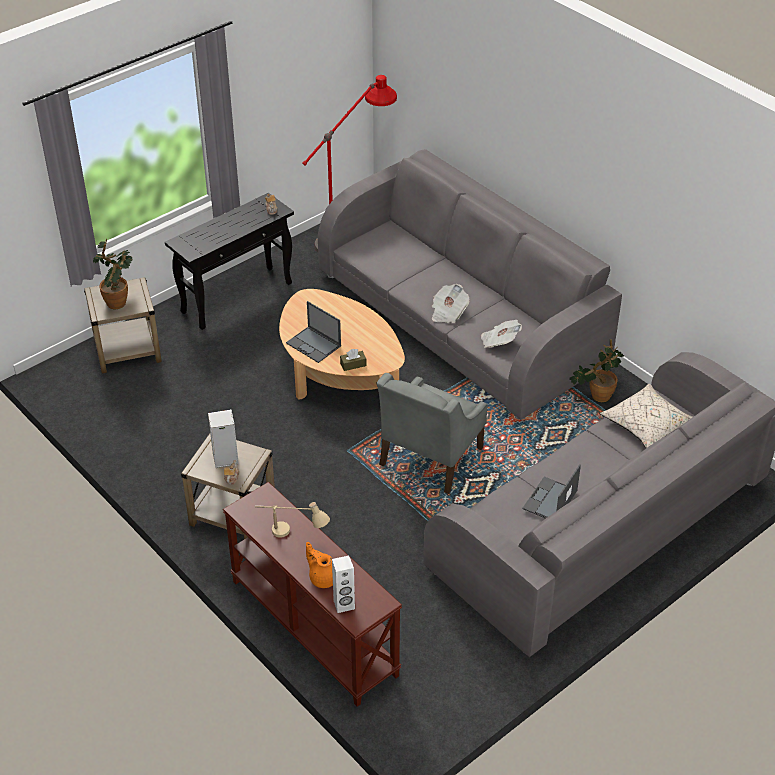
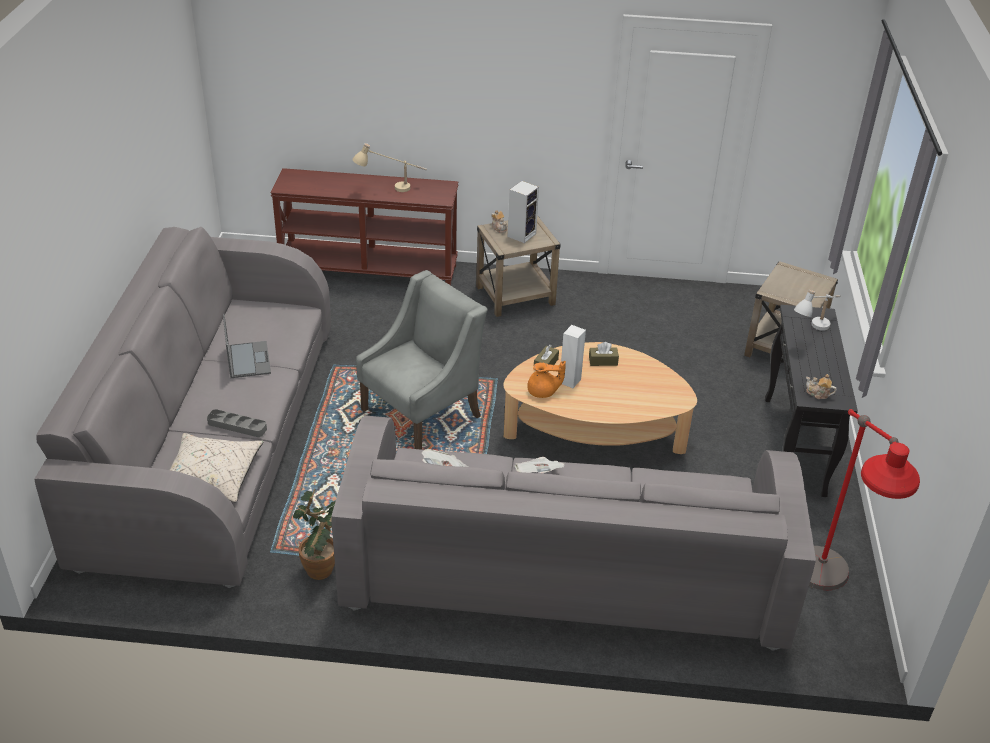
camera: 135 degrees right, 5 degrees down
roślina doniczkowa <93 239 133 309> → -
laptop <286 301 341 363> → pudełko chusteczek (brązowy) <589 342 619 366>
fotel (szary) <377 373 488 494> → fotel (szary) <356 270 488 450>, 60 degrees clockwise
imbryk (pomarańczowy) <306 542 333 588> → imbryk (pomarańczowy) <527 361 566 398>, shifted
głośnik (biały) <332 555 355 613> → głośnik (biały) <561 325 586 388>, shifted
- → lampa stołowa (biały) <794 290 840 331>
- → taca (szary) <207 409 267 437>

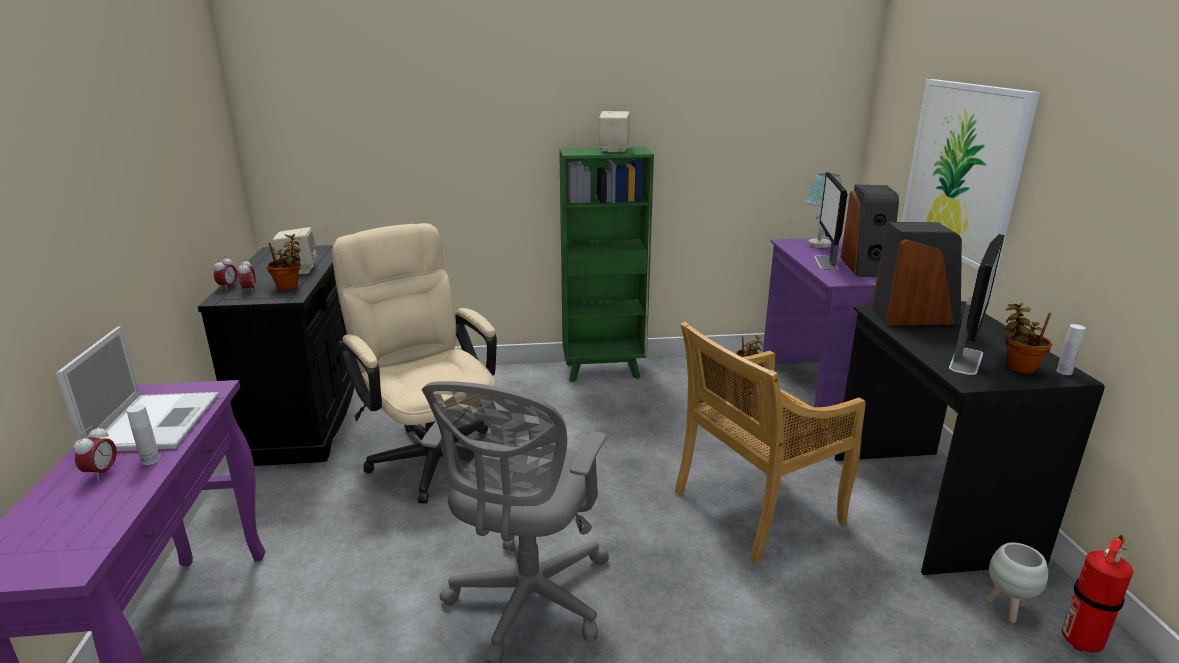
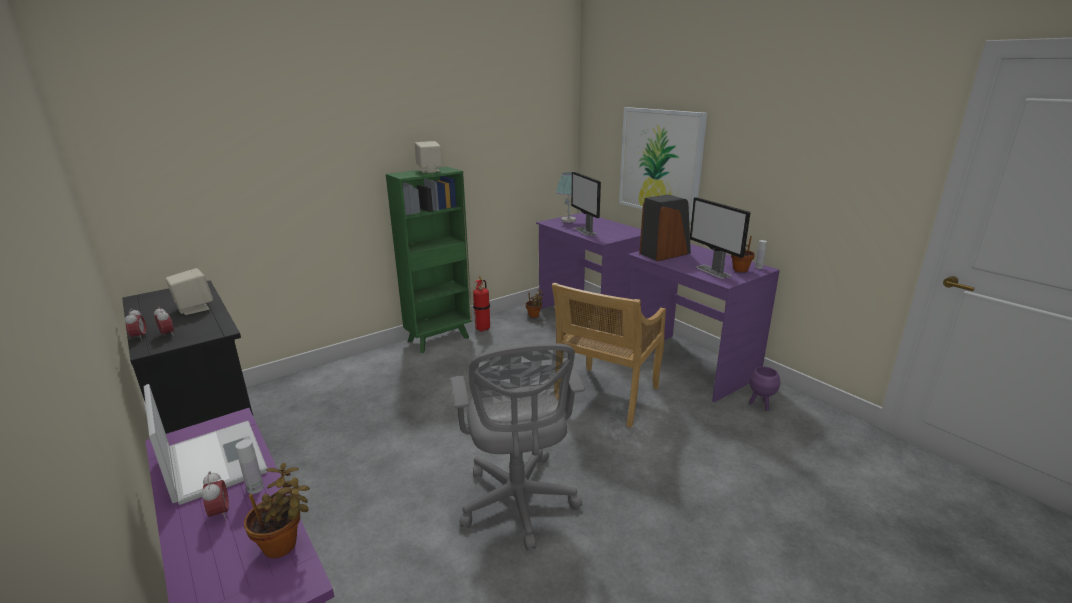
camera: 30 degrees left, 0 degrees up
głośnik <841 185 899 277> → -
krzesło biurowe (beżowy) <332 223 497 504> → -
roślina doniczkowa <267 234 301 291> → roślina doniczkowa <244 463 310 558>, shifted
monitor <949 234 1005 375> → monitor <690 197 750 278>, 150 degrees clockwise
biurko (czarny) <835 301 1105 575> → biurko (fioletowy) <628 244 779 402>
gaśnica <1062 534 1133 653> → gaśnica <473 276 490 332>, shifted
donica (biały) <986 542 1048 623> → donica (fioletowy) <749 366 780 411>

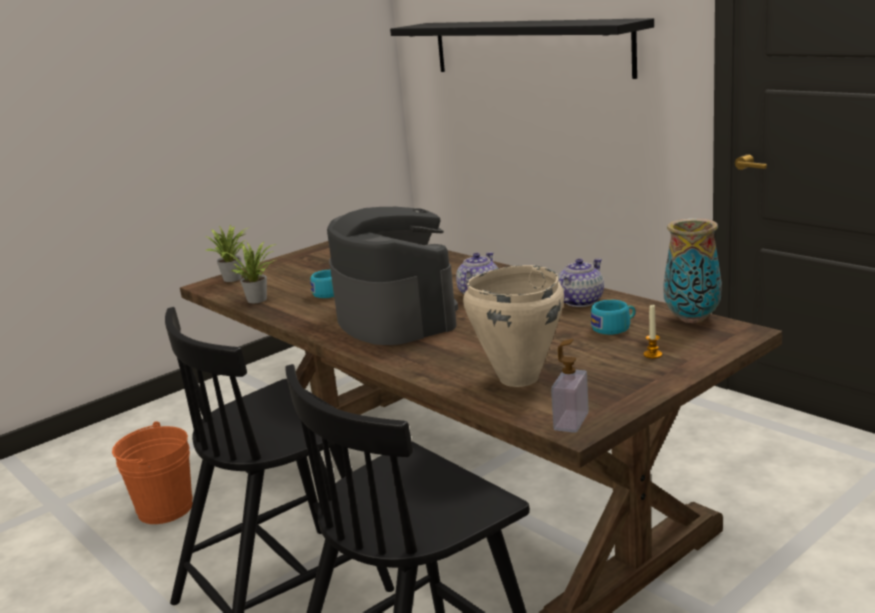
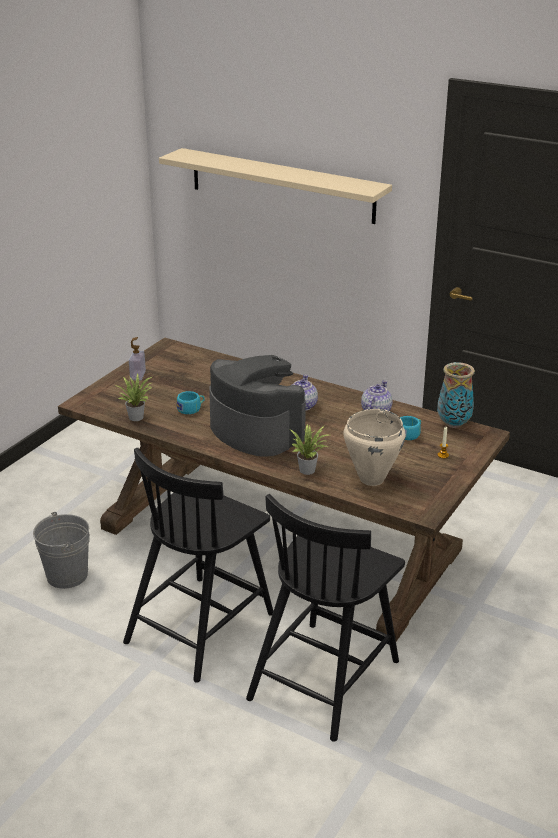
camera: 20 degrees left, 10 degrees up
półka (czarny) <390 18 654 79> → półka (beżowy) <159 148 392 224>
roślina doniczkowa <205 224 248 282> → roślina doniczkowa <289 424 329 475>, shifted
dozownik mydła <551 339 589 433> → dozownik mydła <129 337 146 381>, shifted
wiadro (pomarańczowy) <112 421 193 524> → wiadro (szary) <33 512 90 589>

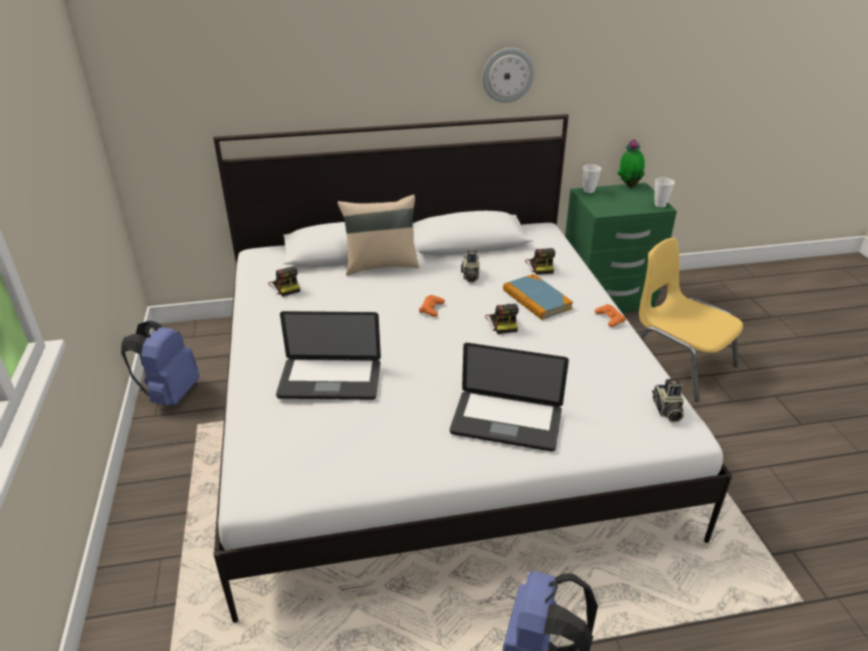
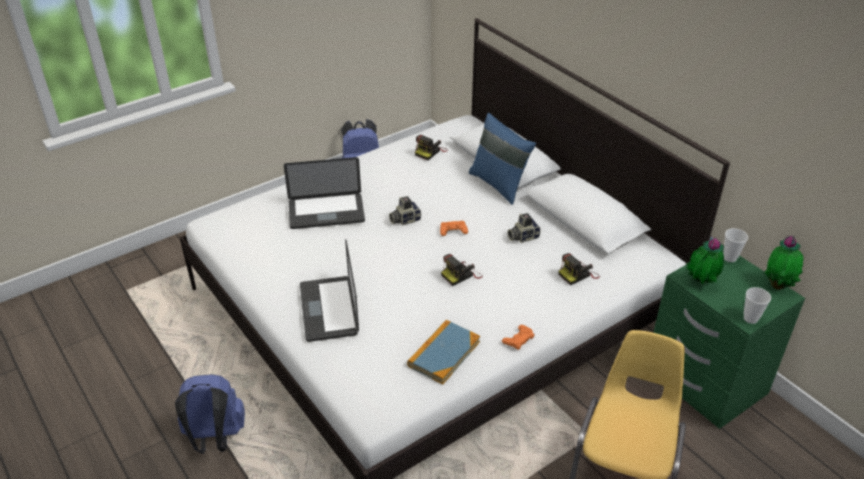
camera: 65 degrees right, 5 degrees up
zegar ścienny <482 48 535 103> → -
poduszka (beżowy) <338 195 419 276> → poduszka (niebieski) <469 113 536 205>
książka <503 274 573 320> → książka <407 320 480 384>, shifted
laptop <276 311 381 400> → laptop <284 157 365 229>, 75 degrees counterclockwise
aparat fotograficzny <652 379 684 423> → aparat fotograficzny <389 196 421 226>, shifted
- → roślina doniczkowa <686 236 724 285>

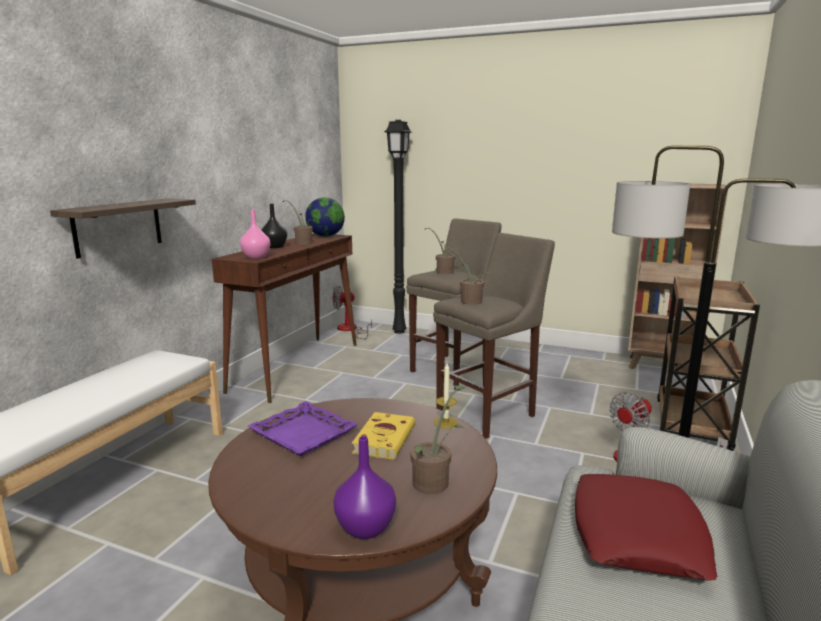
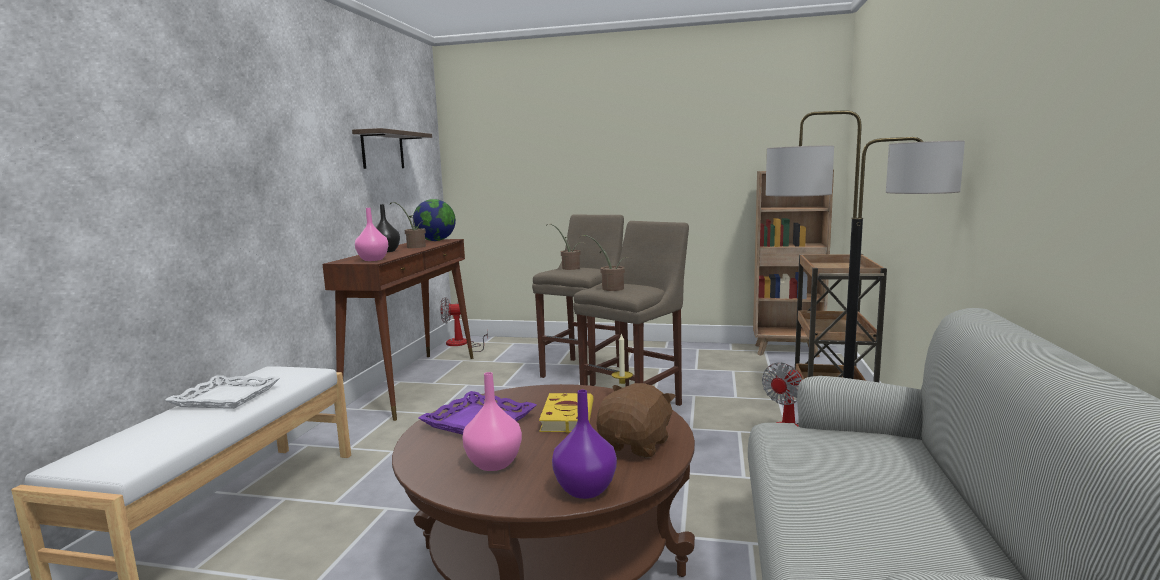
camera: 10 degrees left, 5 degrees down
lampa stojąca (czarny) <384 120 412 334> → -
półka <50 198 196 259> → półka <352 128 432 169>, shifted
roślina doniczkowa <411 385 465 494> → pluszak (brązowy) <596 383 676 458>
poduszka (czerwony) <575 474 718 581> → -
- → wazon (różowy) <462 372 522 471>
- → taca (biały) <165 375 281 409>

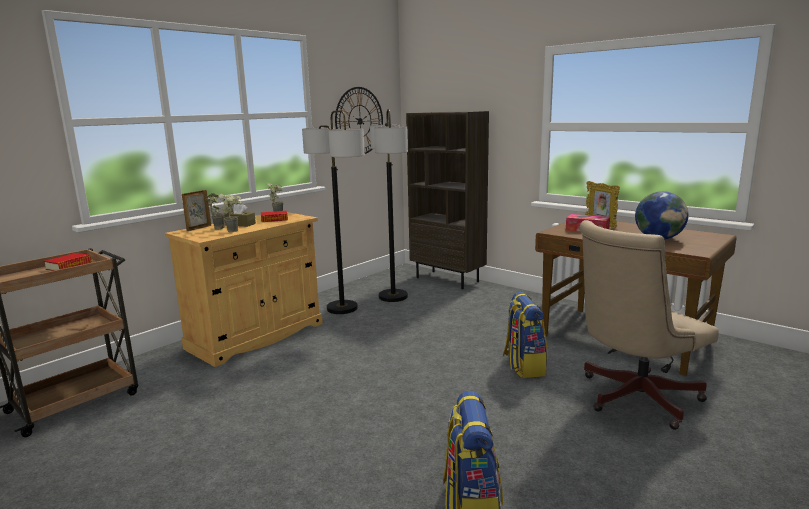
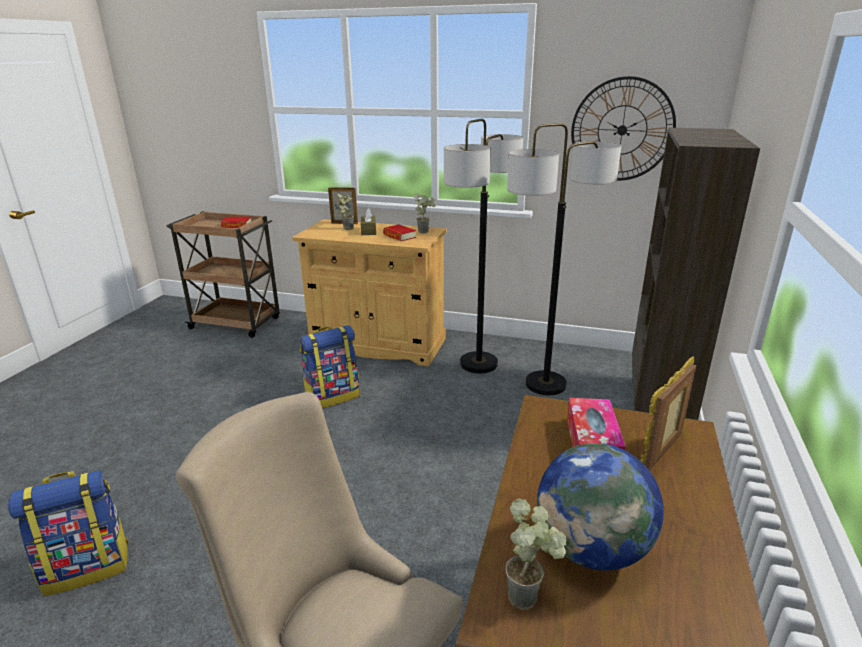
camera: 65 degrees right, 10 degrees up
roślina doniczkowa <218 194 242 232> → roślina doniczkowa <505 498 567 610>, shifted
plecak <503 292 548 378> → plecak <300 325 360 408>, shifted

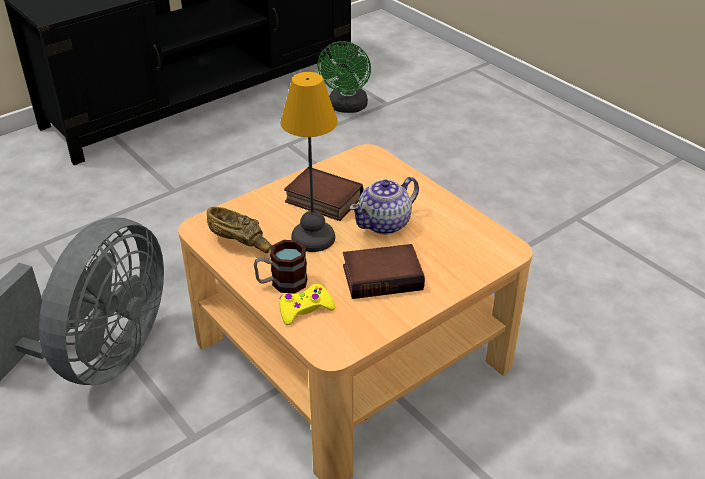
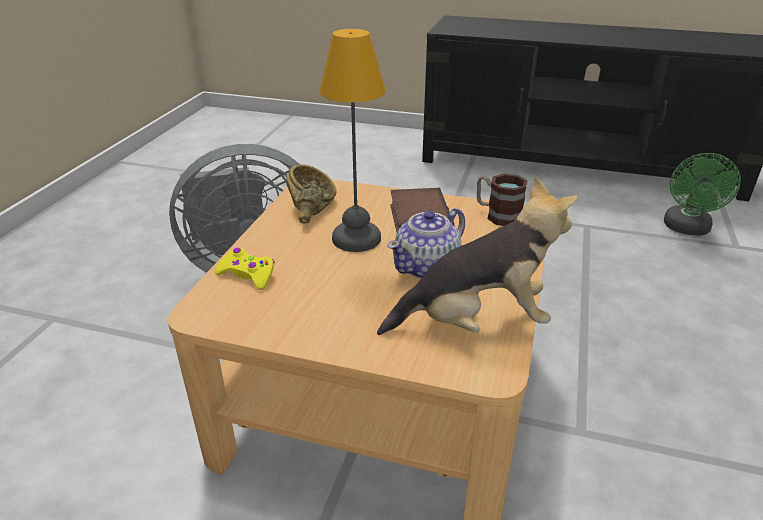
camera: 55 degrees right, 5 degrees down
wentylator (zielony) <318 41 371 113> → wentylator (zielony) <664 153 741 236>, 45 degrees counterclockwise
imbryk <349 177 419 235> → imbryk <387 208 465 279>, 60 degrees counterclockwise
kubek <254 240 308 294> → kubek <477 174 527 226>, shifted
książka <343 244 425 299> → -
- → pluszak <377 176 578 335>

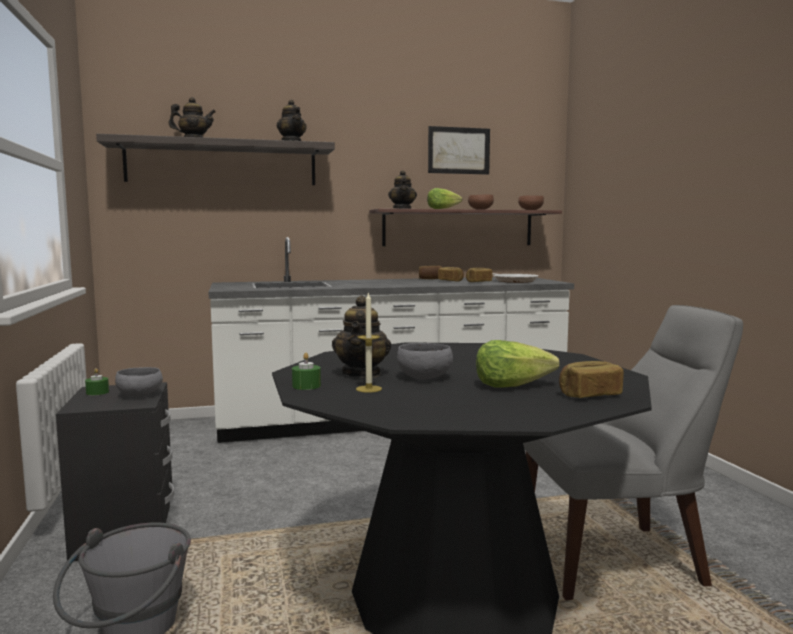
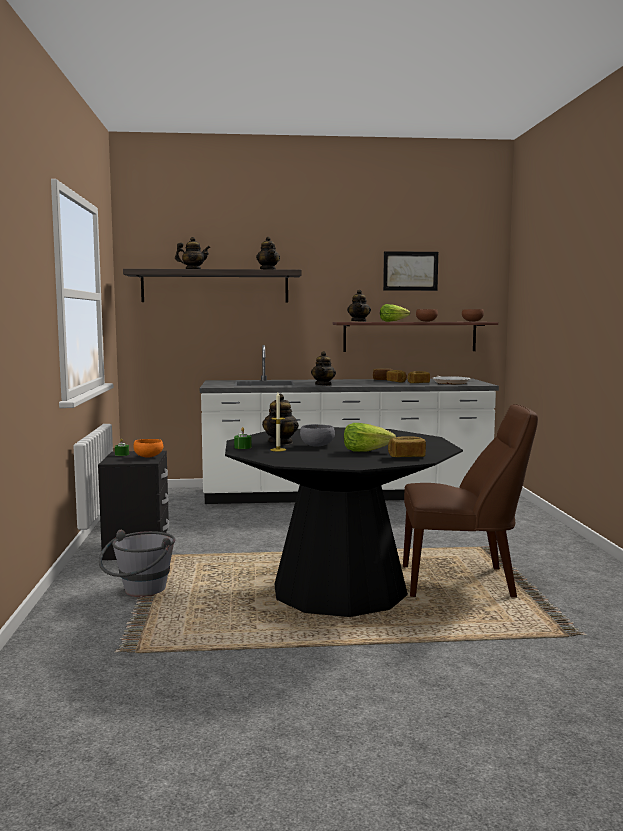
camera: 10 degrees right, 0 degrees up
krzesło (szary) <523 305 743 600> → krzesło (brązowy) <403 404 538 597>
miska (szary) <115 367 163 397> → miska (pomarańczowy) <133 439 163 458>
- → imbryk <311 351 336 386>

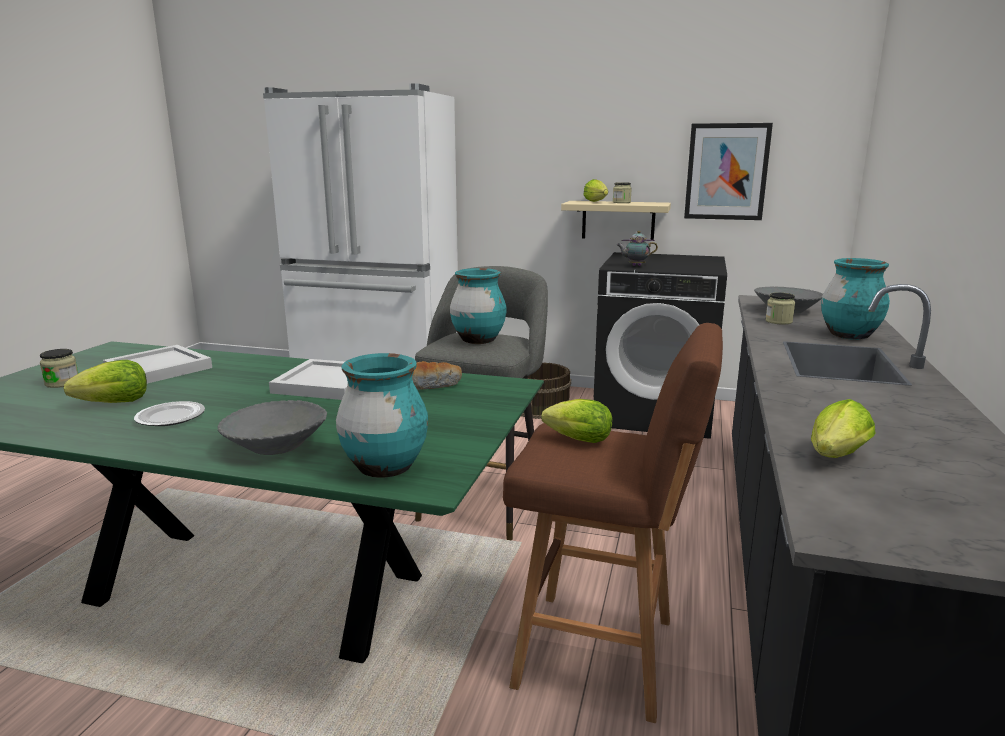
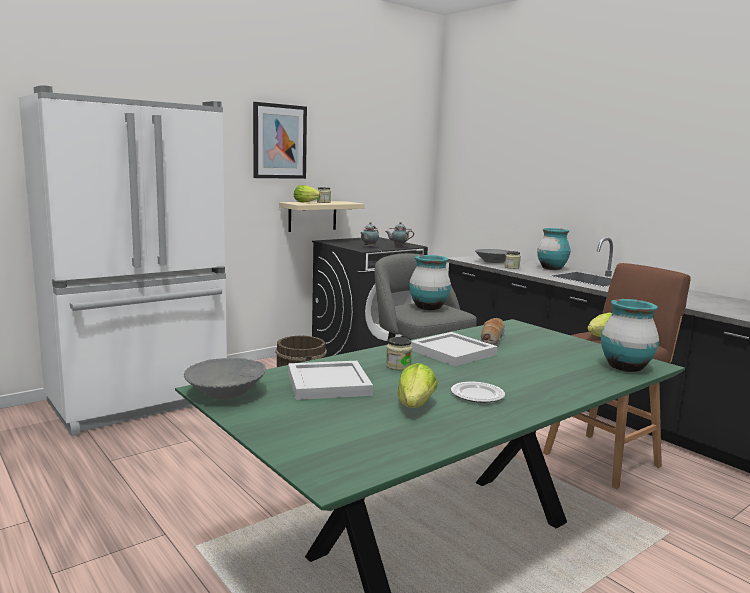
camera: 55 degrees left, 5 degrees down
obraz <684 123 773 220> → obraz <253 102 307 179>, shifted
słoik <40 349 78 388> → słoik <386 337 412 370>, shifted
sałata <811 399 876 458> → -
miska (szary) <217 400 327 455> → miska (szary) <184 358 266 399>, shifted
- → imbryk <385 222 414 247>

